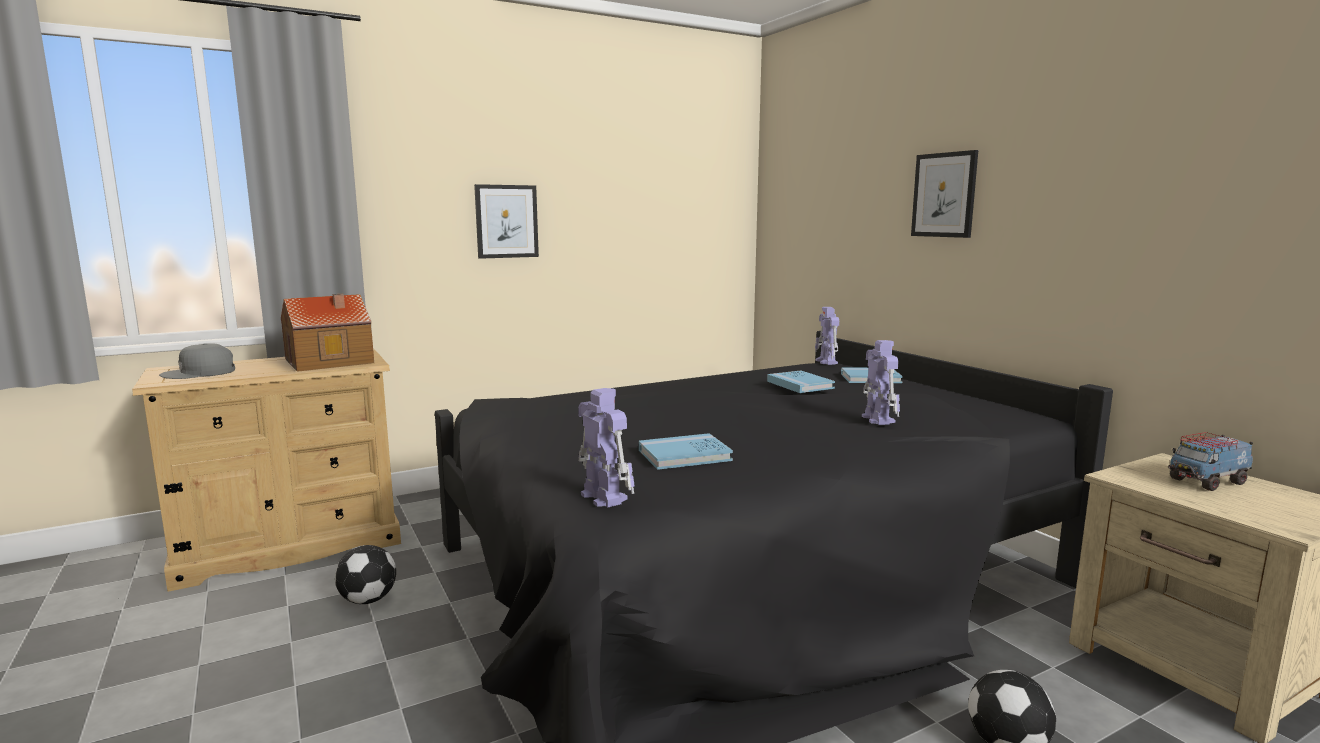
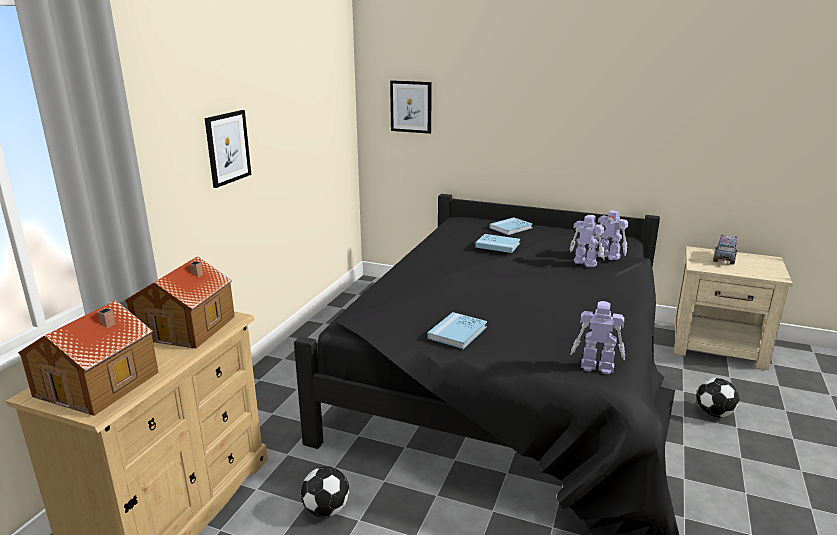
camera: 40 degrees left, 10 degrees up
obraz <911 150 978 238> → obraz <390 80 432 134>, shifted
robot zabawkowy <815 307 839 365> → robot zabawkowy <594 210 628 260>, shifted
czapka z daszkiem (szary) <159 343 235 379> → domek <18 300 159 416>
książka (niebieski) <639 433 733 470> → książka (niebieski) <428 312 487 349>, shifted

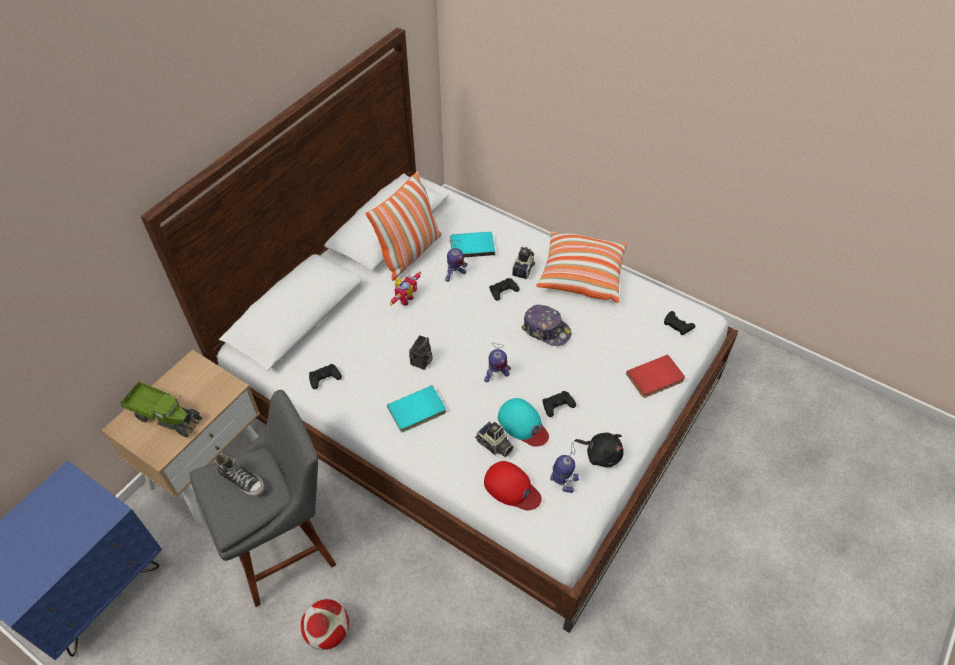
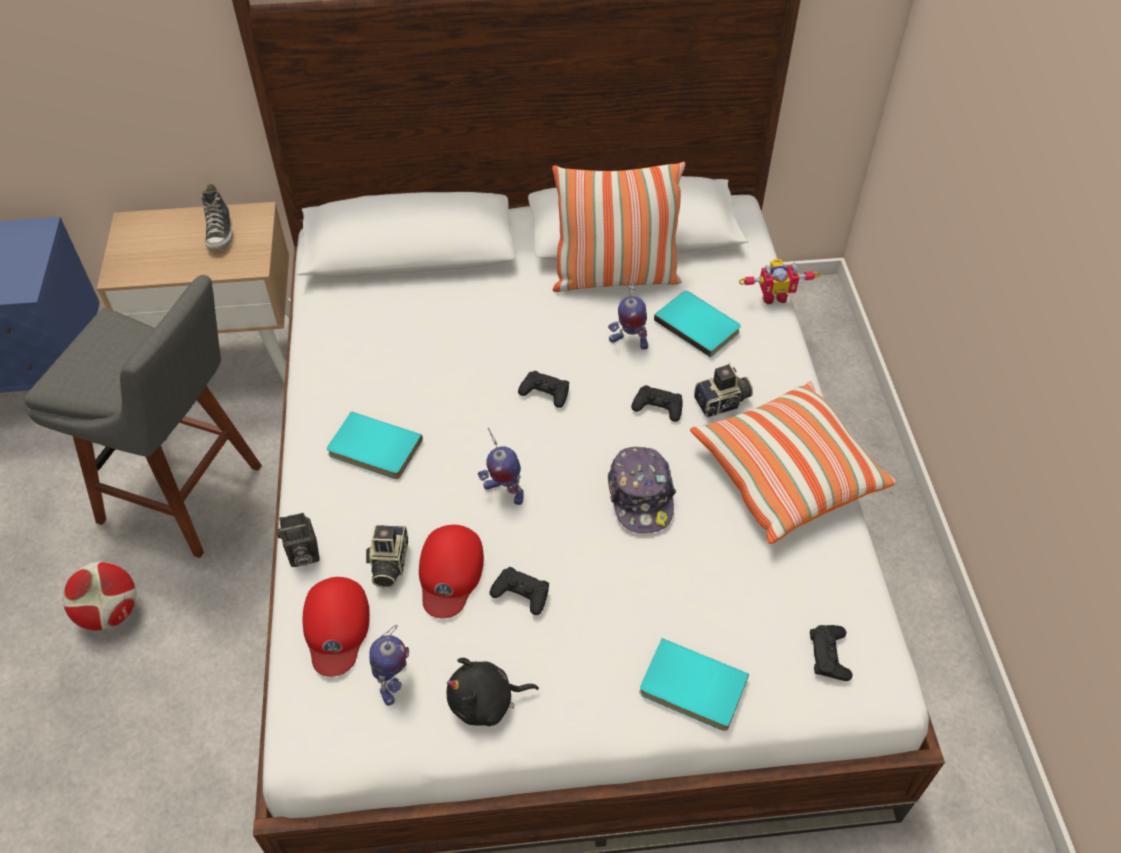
camera: 50 degrees right, 0 degrees up
robot zabawkowy <390 272 421 306> → robot zabawkowy <738 259 820 304>, shifted
aparat fotograficzny <409 335 433 370> → aparat fotograficzny <276 513 320 567>, shifted
książka (czerwony) <626 355 685 398> → książka (turkusowy) <640 638 749 731>
pad do gier (czarny) <309 364 342 389> → pad do gier (czarny) <518 371 569 408>, shifted
ciężarówka zabawkowa <120 381 202 437> → -
czapka z daszkiem (turkusowy) <498 398 549 447> → czapka z daszkiem (czerwony) <419 525 484 618>
pluszak (czarny) <574 433 624 467> → pluszak (czarny) <447 658 539 726>, 90 degrees clockwise
but <214 454 265 496> → but <201 183 233 251>, shifted

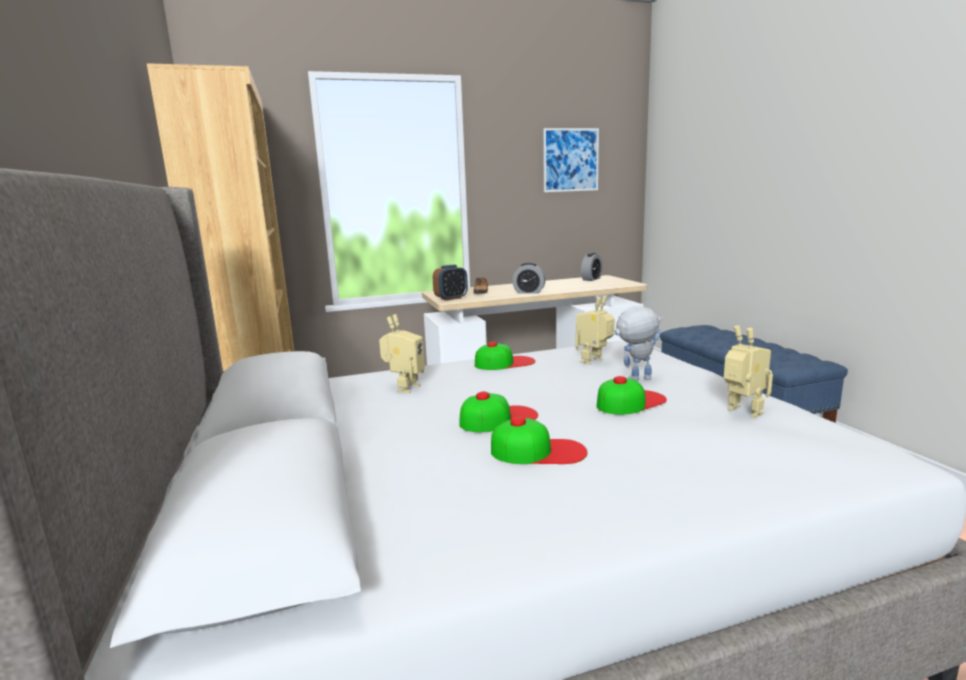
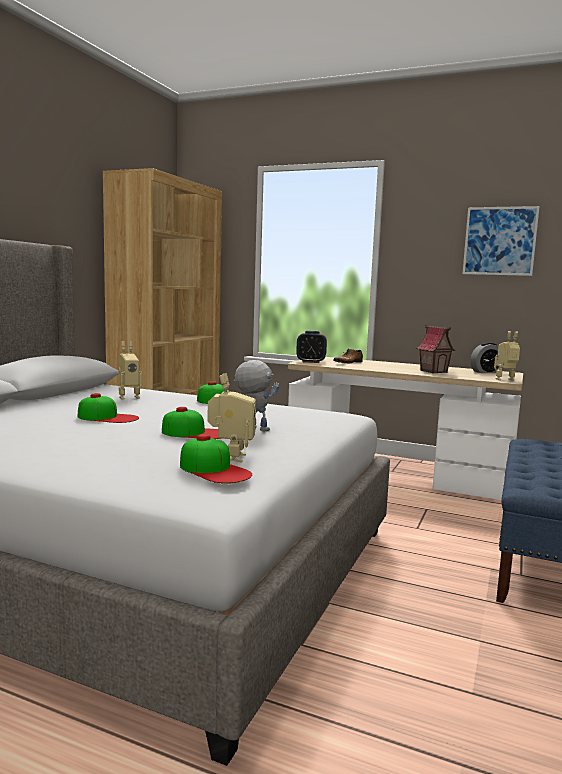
camera: 40 degrees right, 5 degrees down
budzik <512 263 546 293> → -
robot zabawkowy <575 296 615 365> → robot zabawkowy <494 331 520 381>, shifted
czapka z daszkiem <491 416 587 464> → czapka z daszkiem <180 434 252 483>, shifted
- → domek <417 325 455 374>

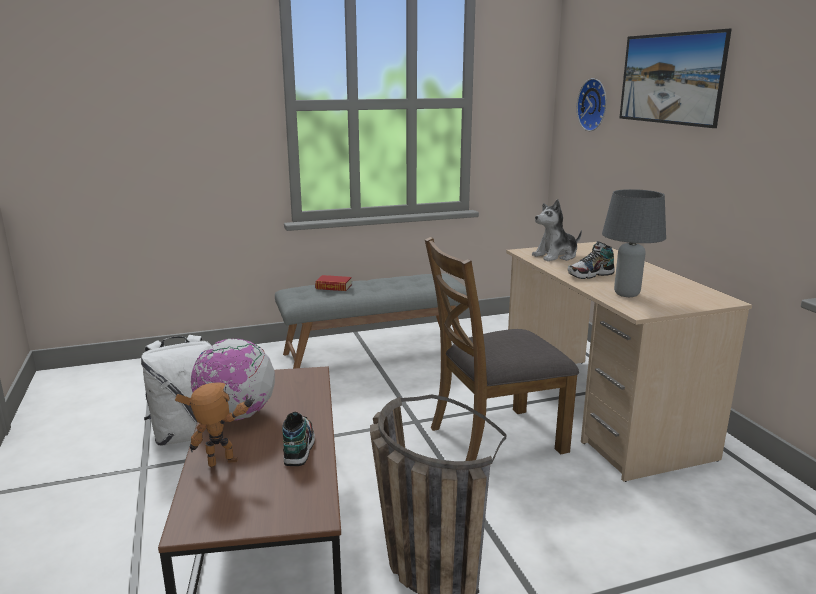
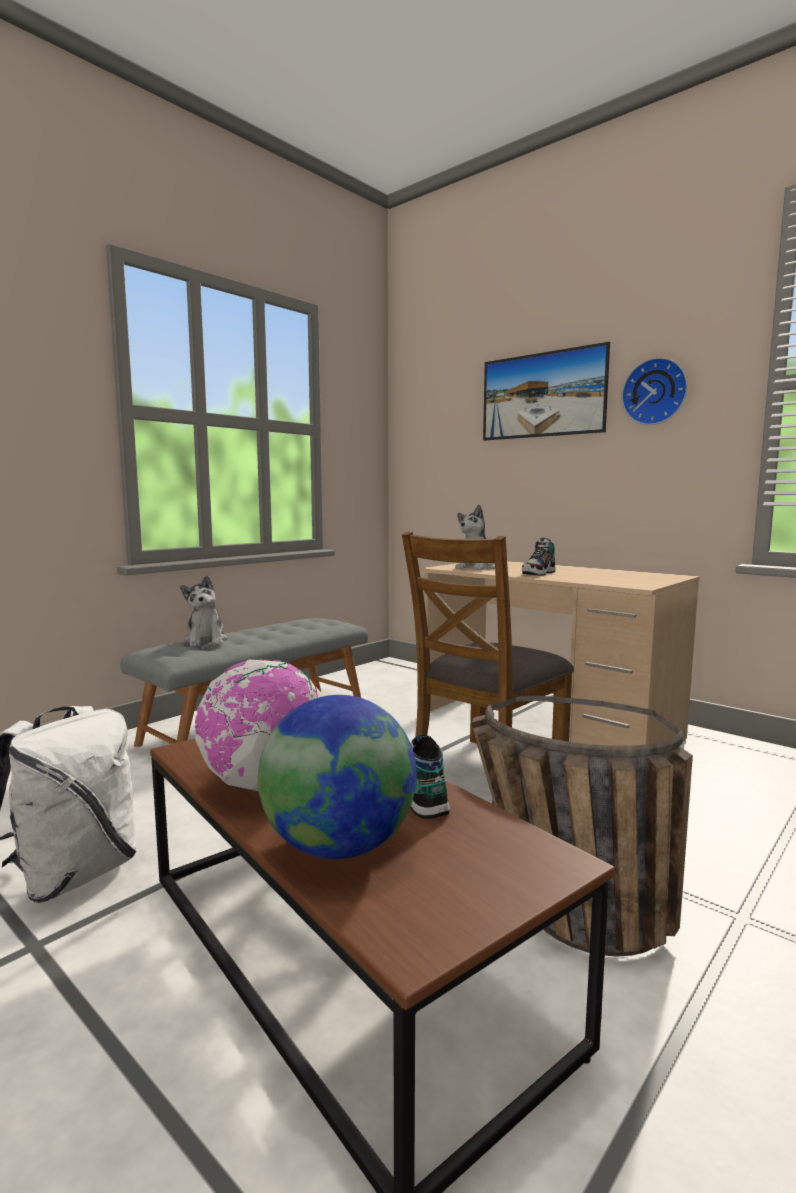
camera: 30 degrees left, 10 degrees down
zegar ścienny <577 78 607 131> → zegar ścienny <622 357 688 425>, shifted
lampa stołowa (szary) <602 189 666 297> → -
książka <315 275 352 291> → pluszak <180 575 228 646>
robot zabawkowy <175 382 255 467> → globus <258 695 417 859>

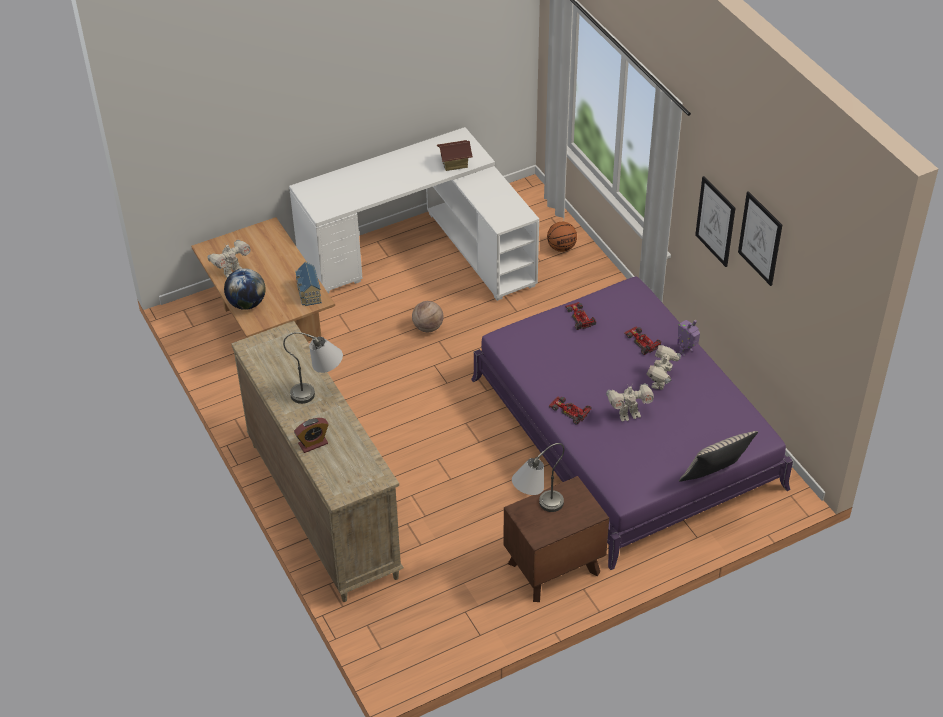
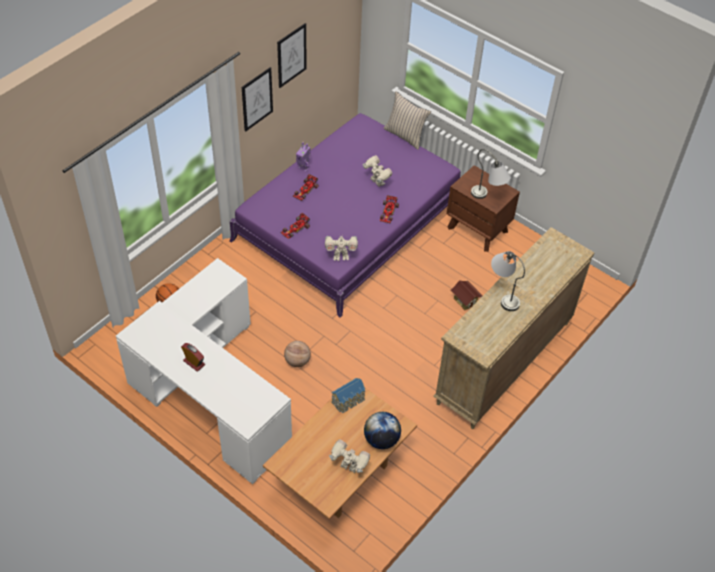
camera: 115 degrees left, 5 degrees up
domek <437 140 473 171> → domek <451 280 483 310>, shifted
robot zabawkowy <646 345 681 390> → robot zabawkowy <325 234 358 261>, shifted
budzik <294 418 329 453> → budzik <181 343 205 372>, shifted

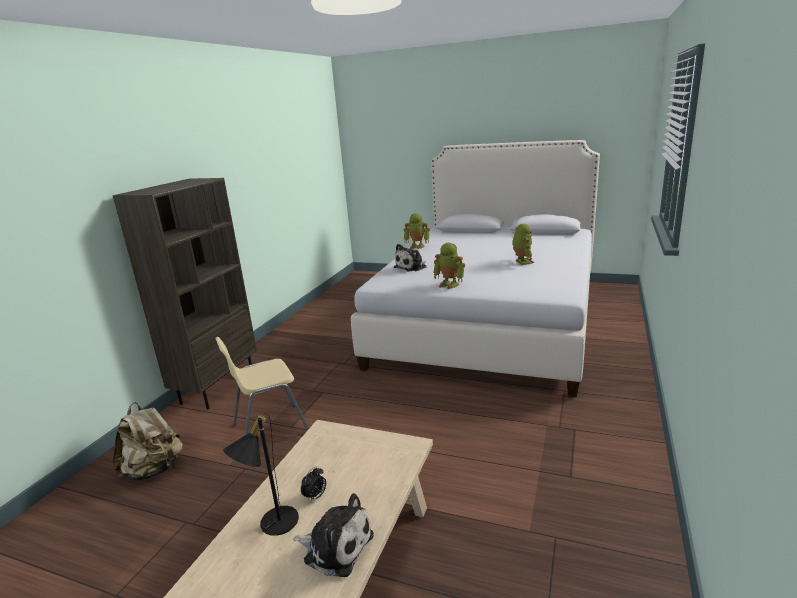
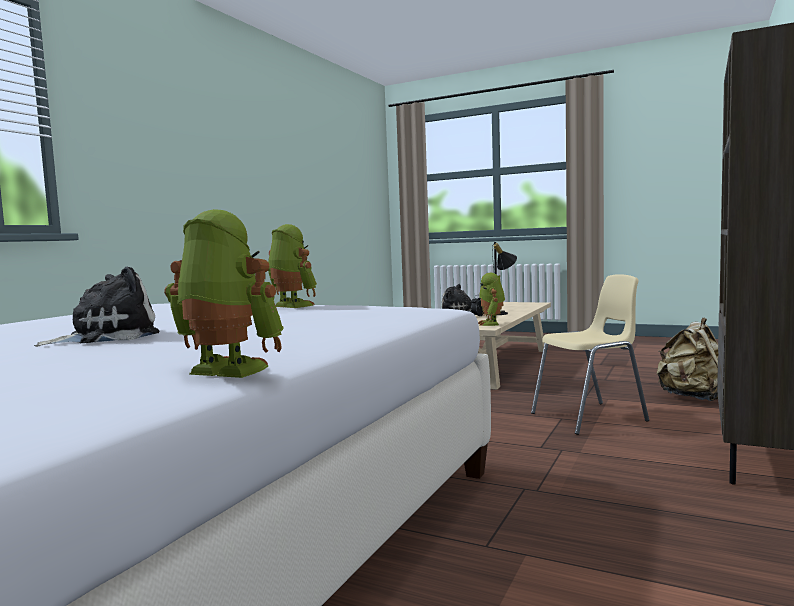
camera: 175 degrees left, 15 degrees down
robot zabawkowy <512 224 534 265> → robot zabawkowy <478 273 505 326>, shifted
pluszak <394 244 427 272> → pluszak <34 267 160 347>, shifted

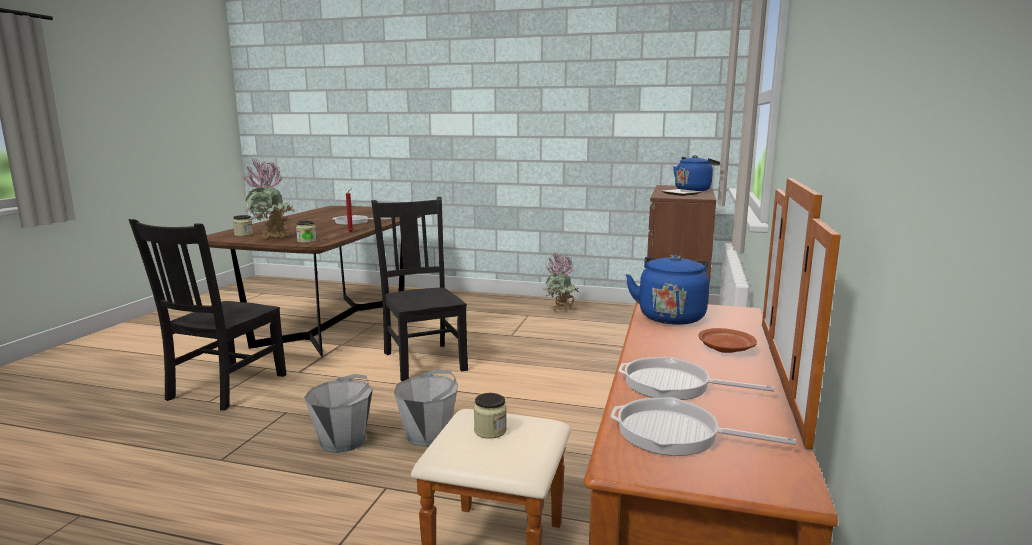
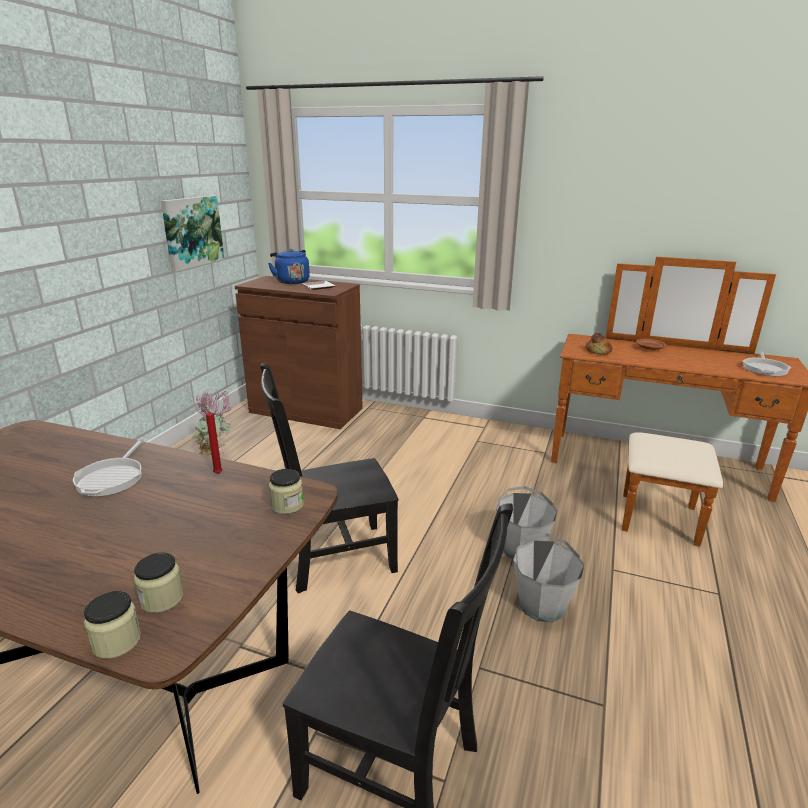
camera: 85 degrees left, 10 degrees up
roślina doniczkowa <243 159 295 239> → -
czajnik (niebieski) <626 255 709 325> → chleb <585 333 612 355>
patelnia <618 357 774 400> → -
słoik <474 393 507 439> → słoik <84 591 141 659>, shifted
- → obraz <161 196 224 272>

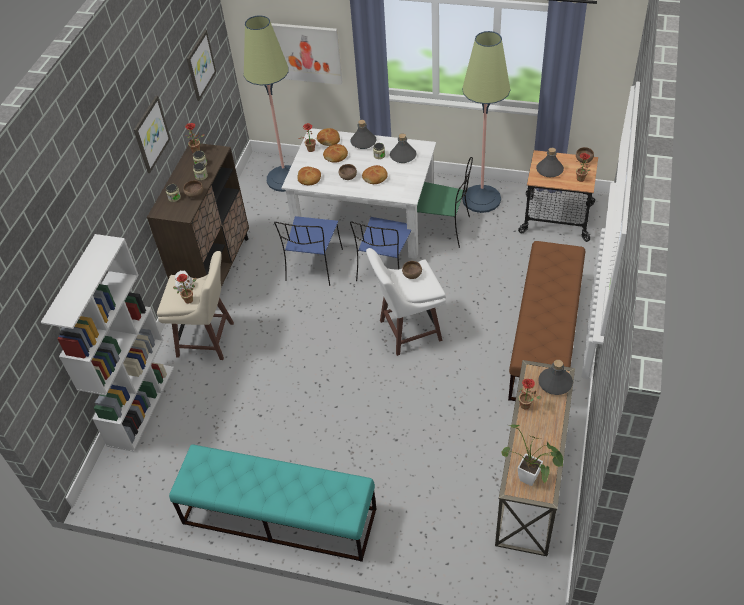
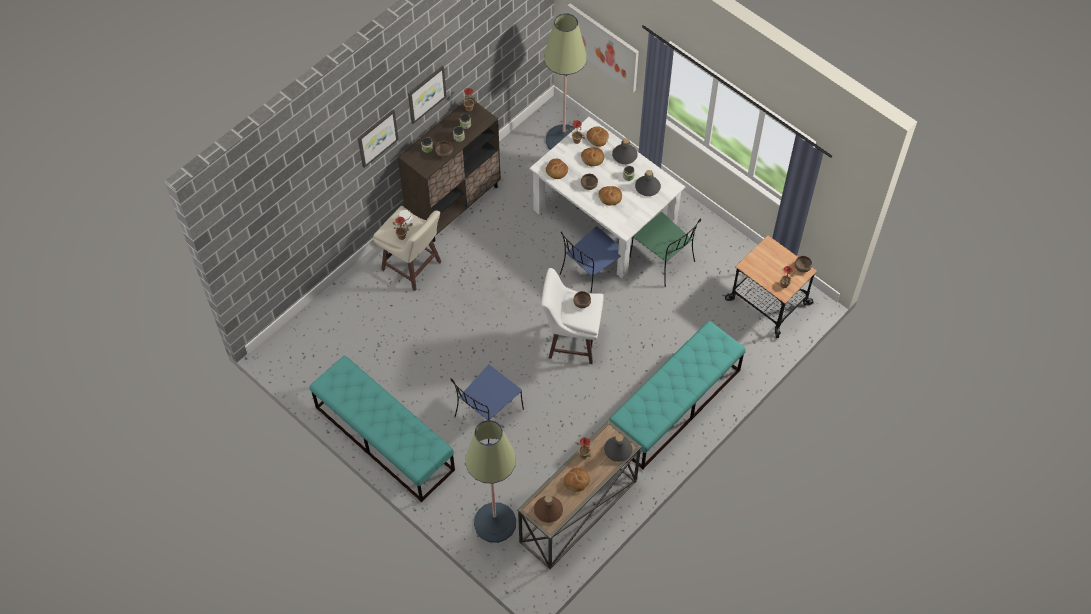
camera: 25 degrees right, 10 degrees up
obraz <187 30 216 101> → obraz <358 109 399 168>, shifted
lampa stojąca <462 31 510 213> → lampa stojąca <465 420 516 543>, shifted
butelka (szary) <536 148 564 177> → -
krzesło (niebieski) <274 216 343 286> → krzesło (niebieski) <451 364 524 443>, shifted
regał (biały) <41 234 174 452> → -
ławka (brązowy) <508 241 585 401> → ławka (turkusowy) <609 321 745 470>
roślina doniczkowa <501 424 563 486> → butelka (brązowy) <534 495 563 523>
- → chleb <563 467 590 492>

